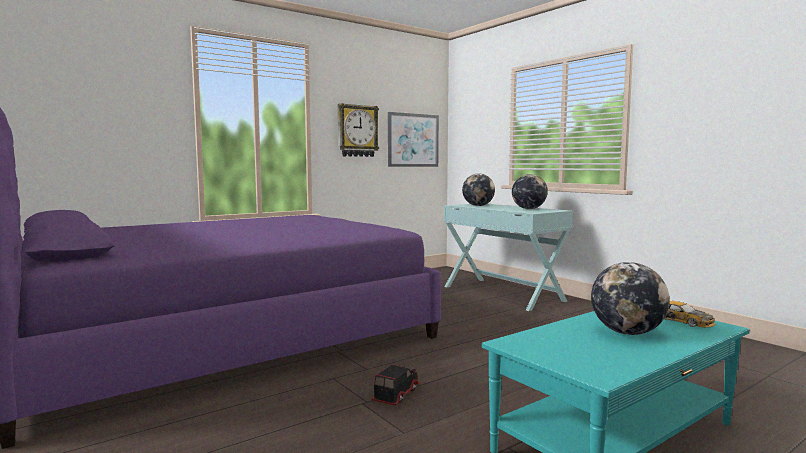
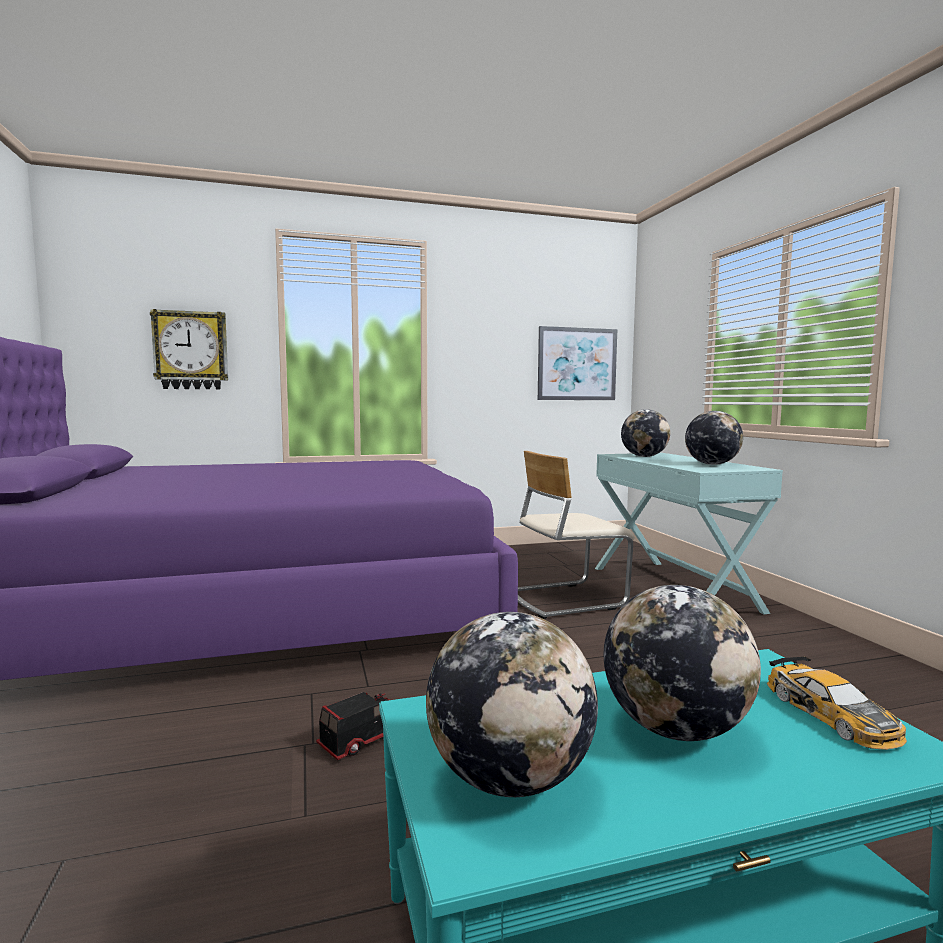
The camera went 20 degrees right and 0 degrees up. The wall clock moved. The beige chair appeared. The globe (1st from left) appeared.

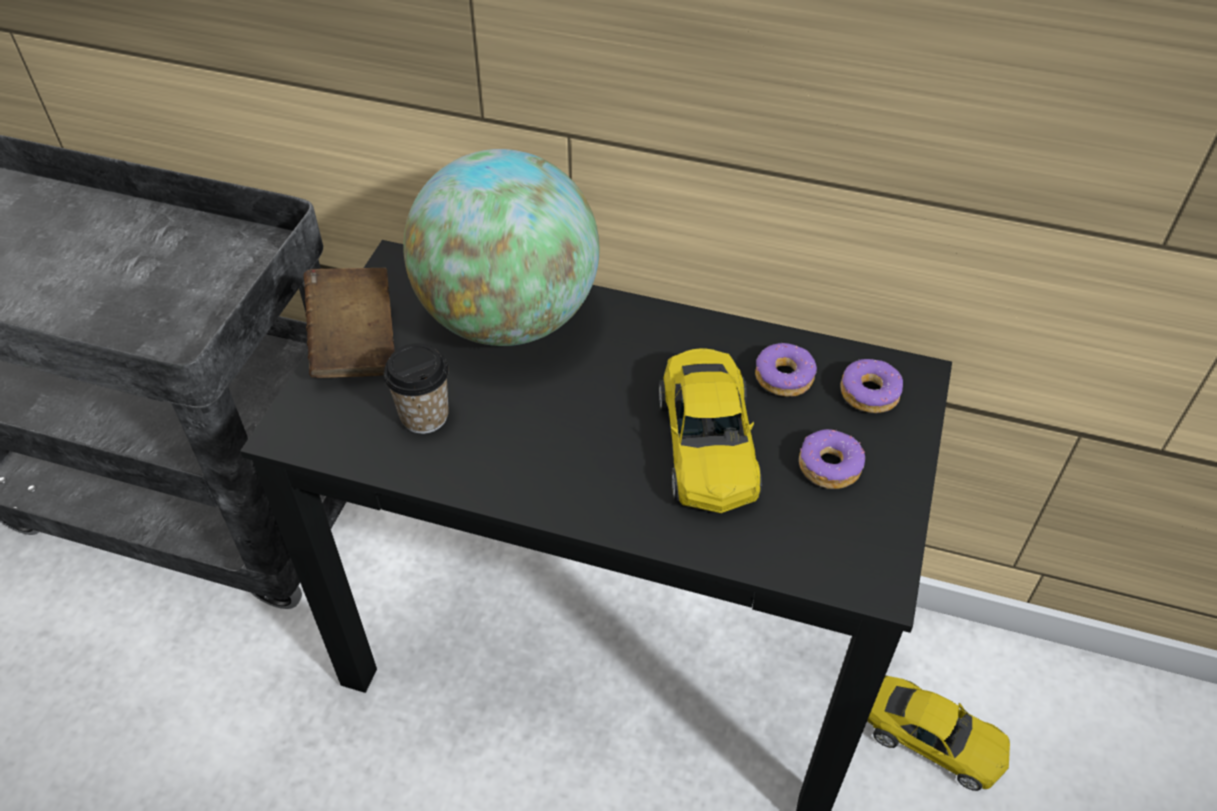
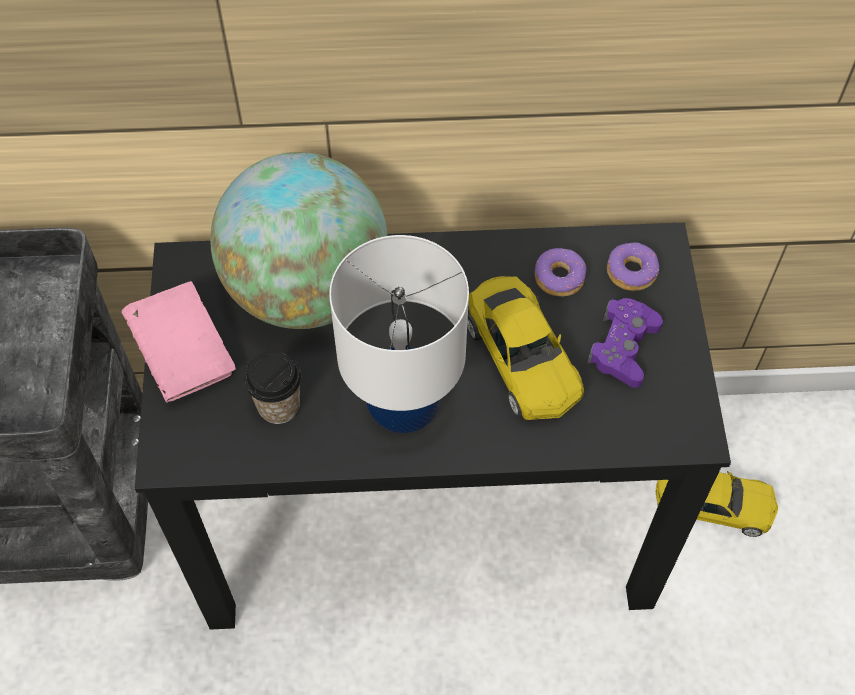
The camera went 20 degrees left and 10 degrees up. The brown book became the pink book. The donut (2nd from left) was replaced by the purple game controller. The white table lamp appeared.

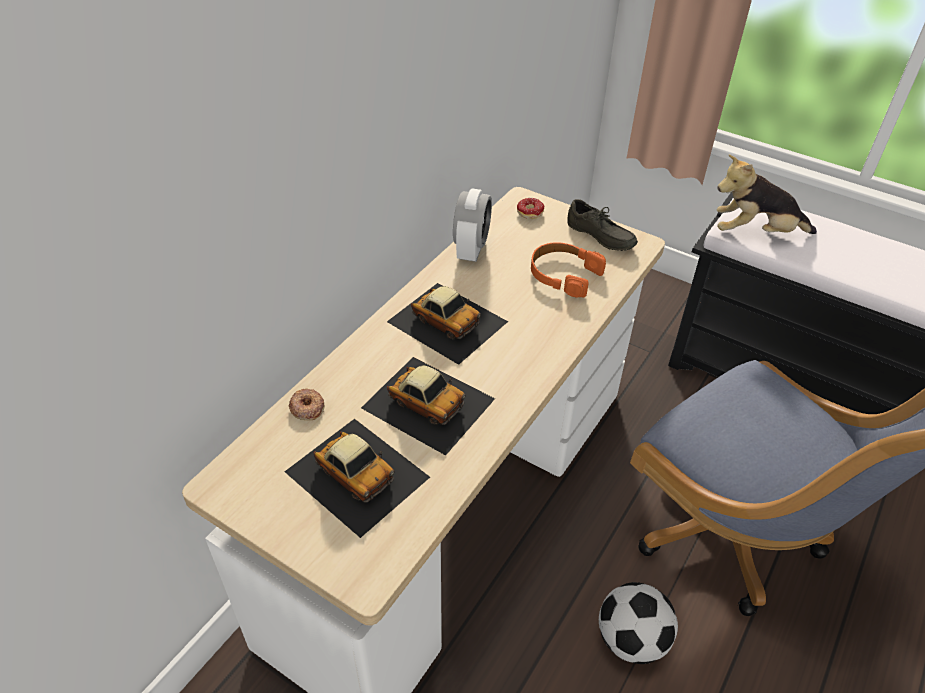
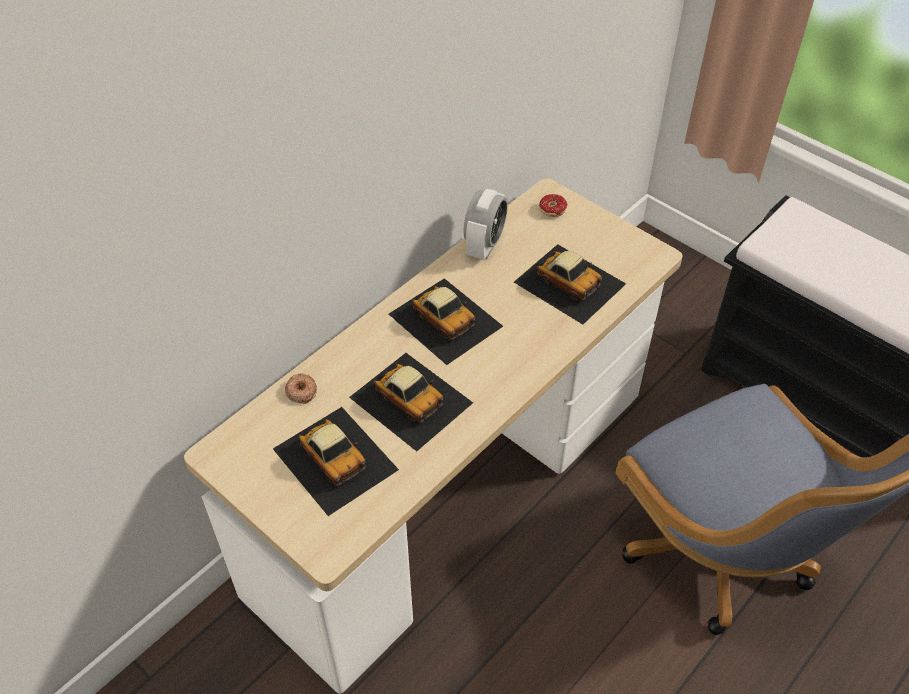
The camera went 10 degrees right and 5 degrees up. The plush toy disappeared. The grey shoe disappeared. The orange headphones was replaced by the toy car (4th from left). The football disappeared.

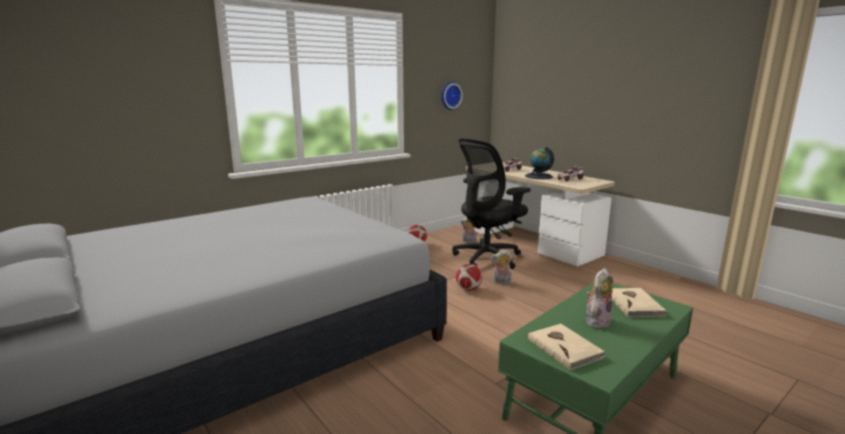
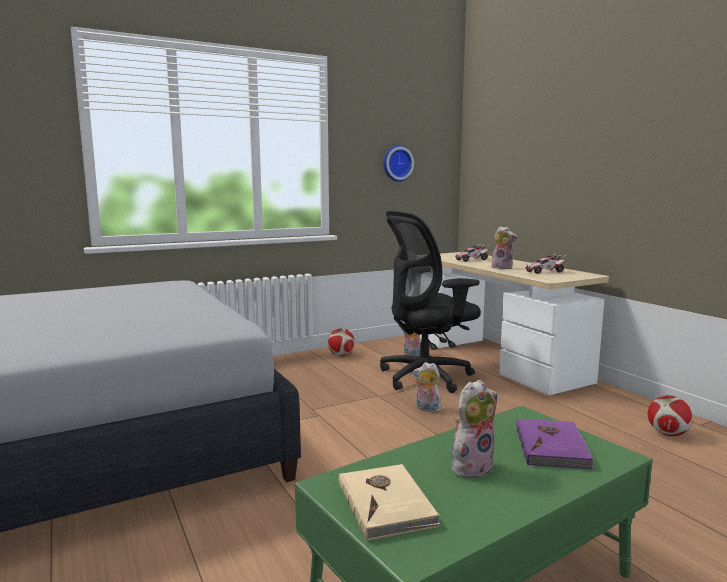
The camera went 10 degrees right and 5 degrees down. The globe was replaced by the plush toy (4th from left). The football (2nd from left) moved. The beige book (2nd from left) became the purple book.

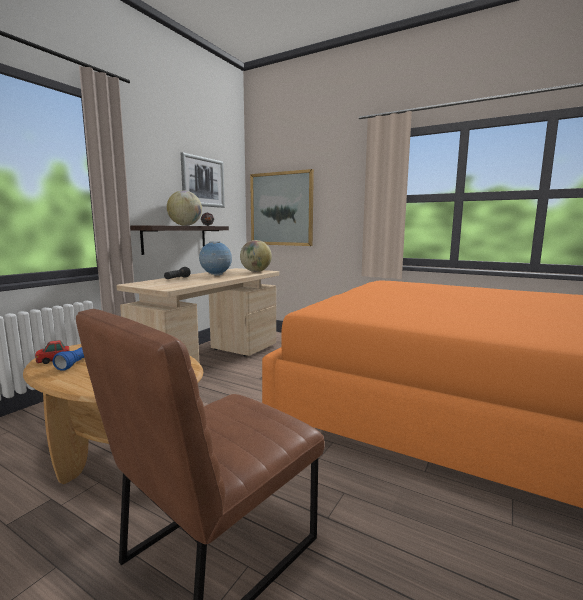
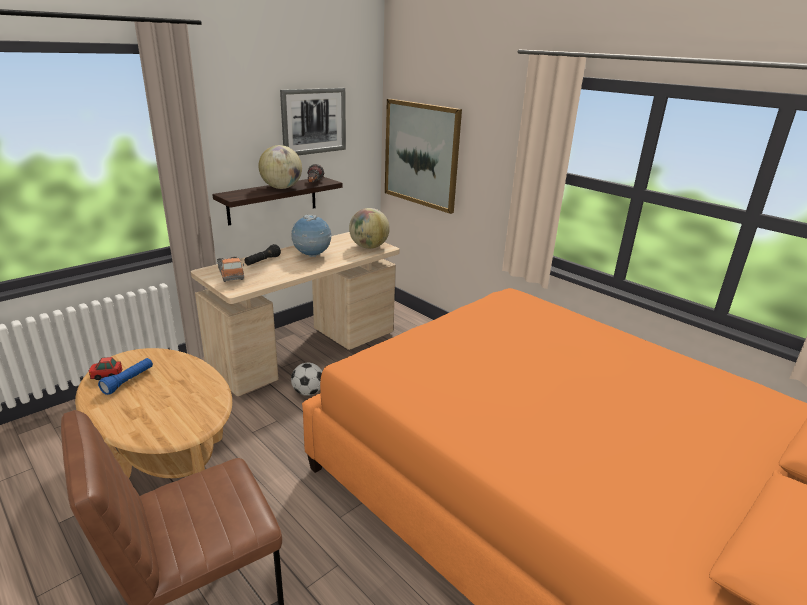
The camera went 15 degrees right and 15 degrees up. The toy truck appeared. The football appeared.

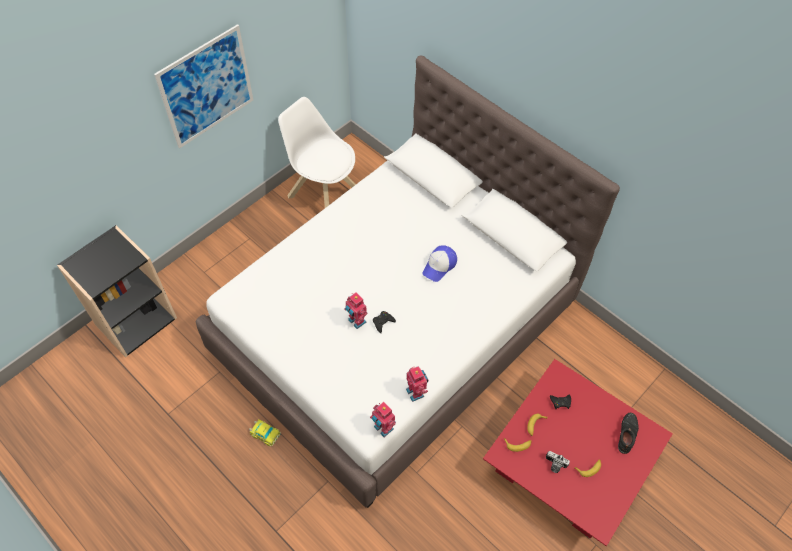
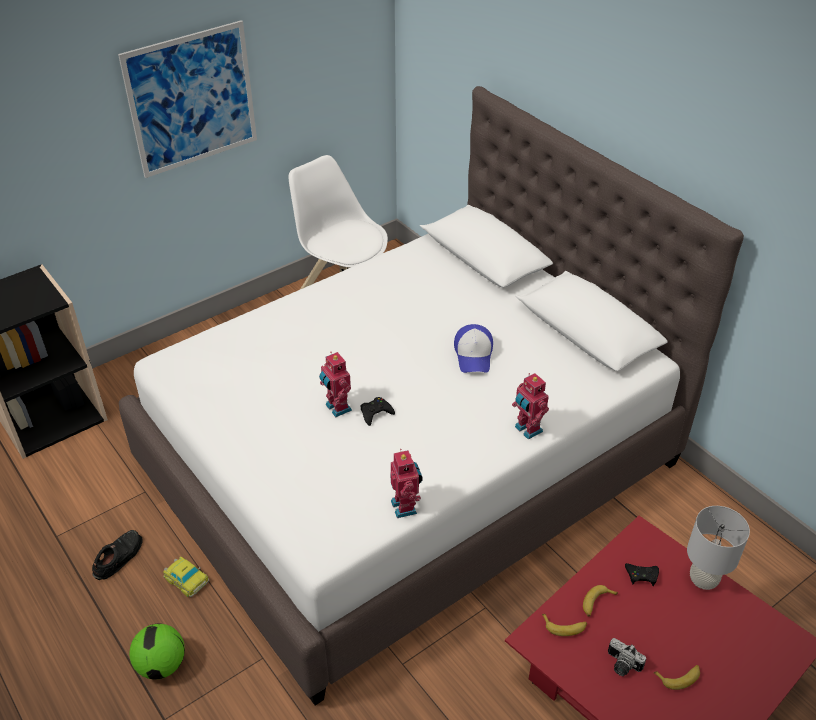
The camera went 10 degrees right and 15 degrees down. The cap turned 45 degrees counterclockwise. The toy robot (2nd from left in the first image) moved. The black shoe moved. The grey table lamp appeared. The football appeared.

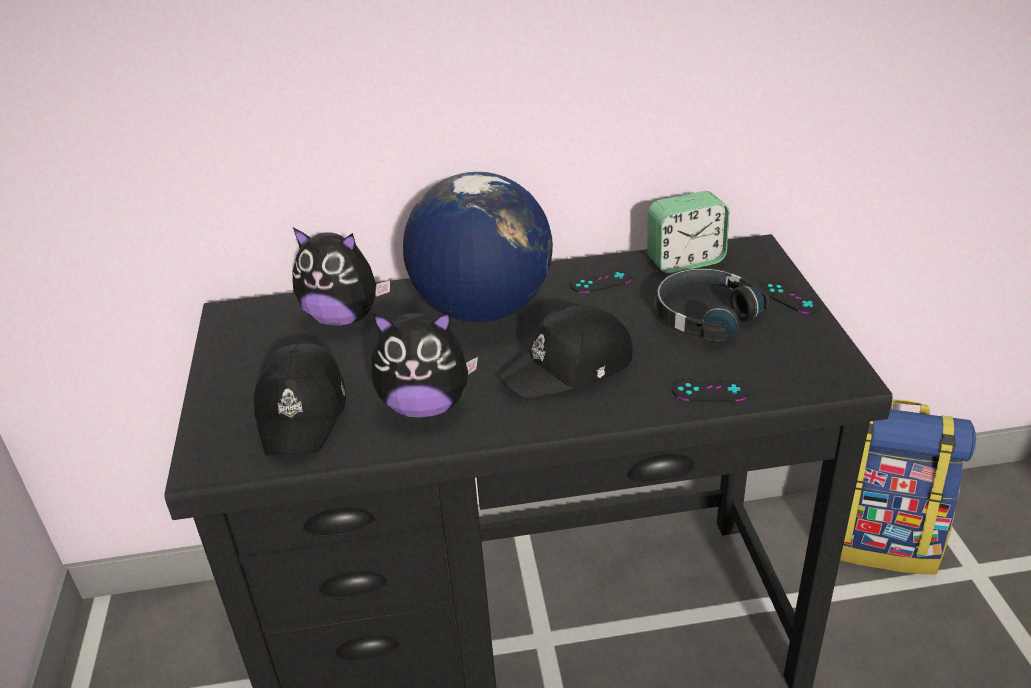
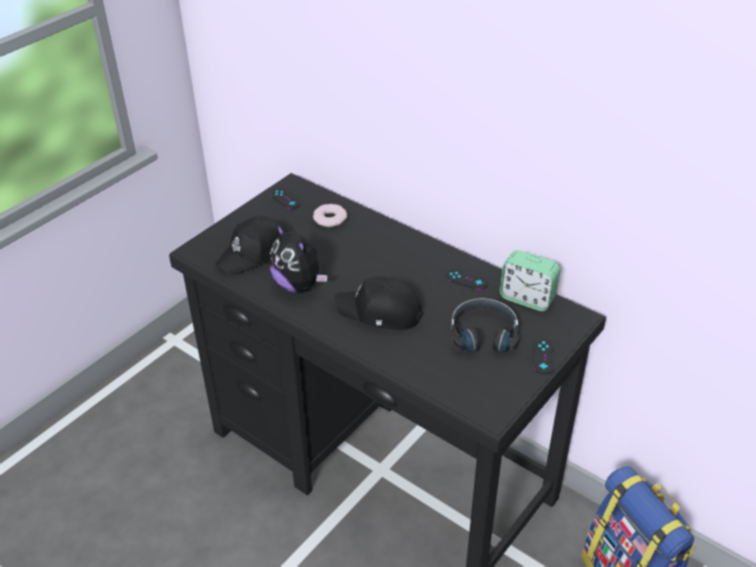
The camera went 45 degrees right and 5 degrees up. The globe disappeared. The plush toy (1st from left) was replaced by the donut. The black game controller (2nd from left in the first image) moved.

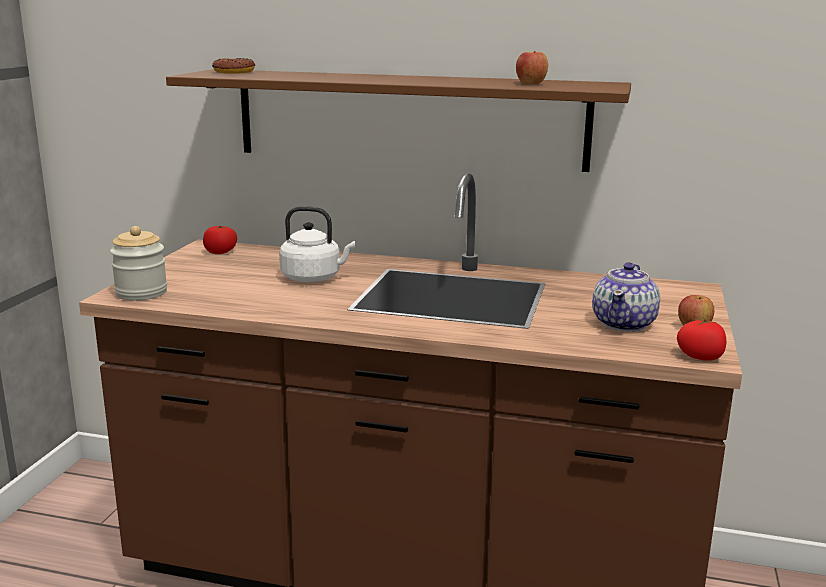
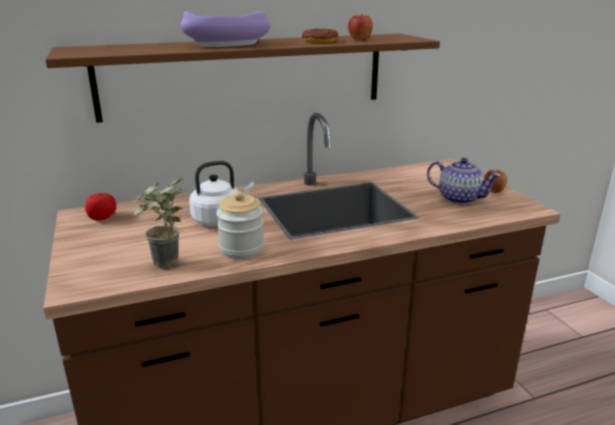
The camera went 35 degrees left and 5 degrees up. The donut moved. The jar moved. The teapot turned 45 degrees counterclockwise. The tomato (2nd from left) disappeared. The purple bowl appeared. The potted plant appeared.

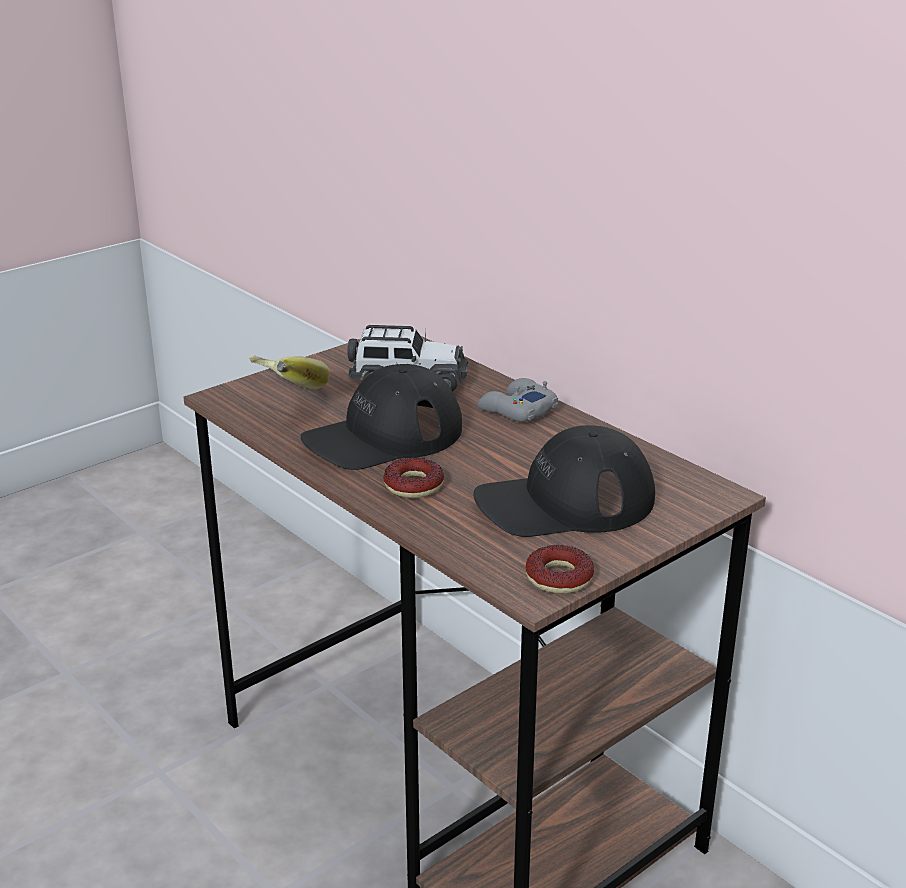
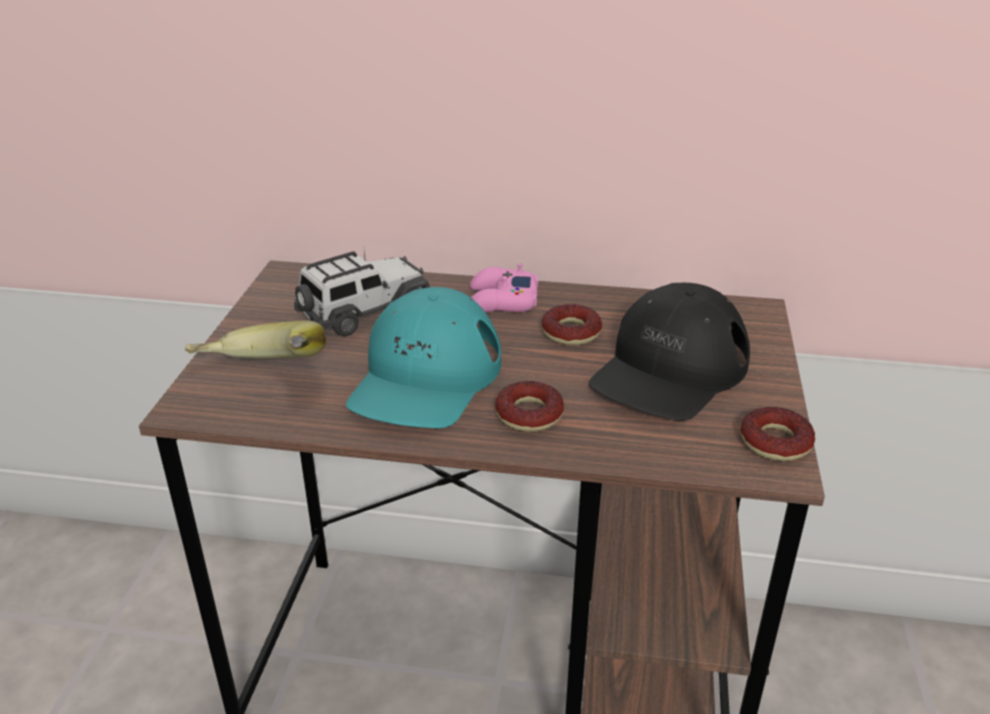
The camera went 40 degrees left and 5 degrees up. The black cap (1st from left) became the turquoise cap. The grey game controller became the pink game controller. The donut (2nd from left) appeared.

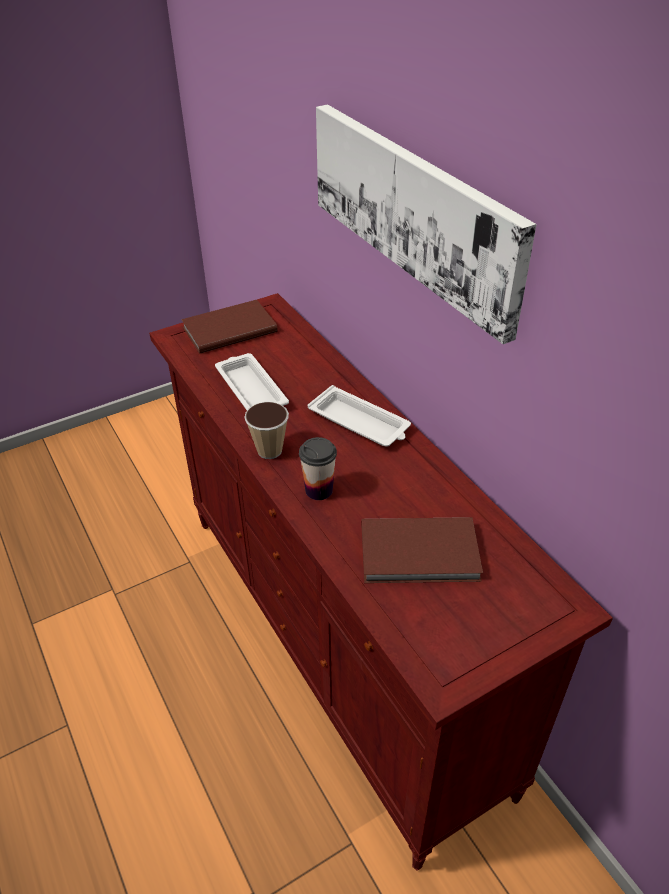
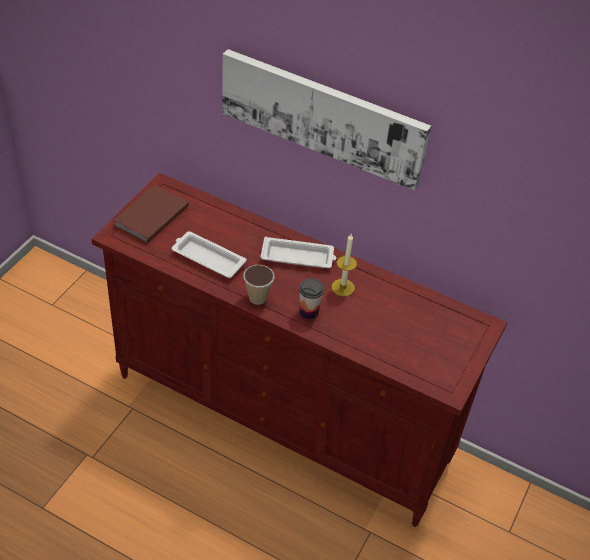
The camera went 35 degrees left and 5 degrees up. The brown book (2nd from left) disappeared. The candle appeared.

